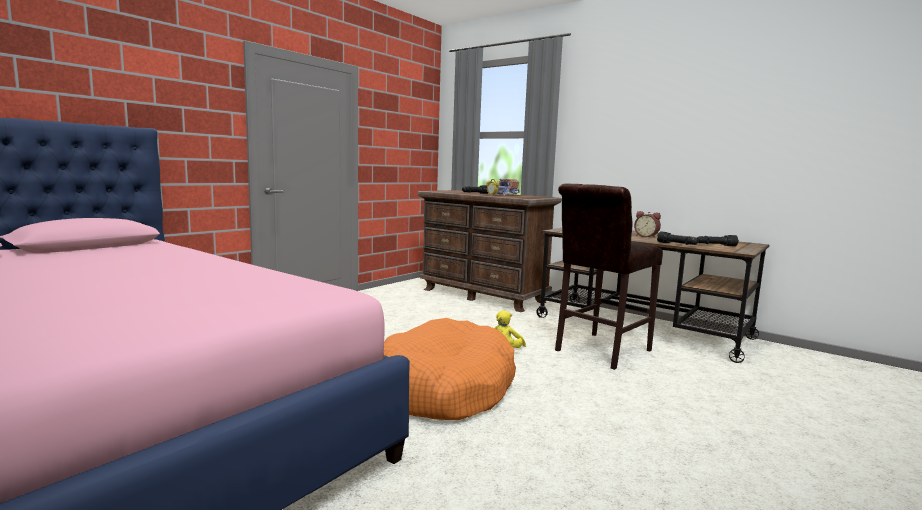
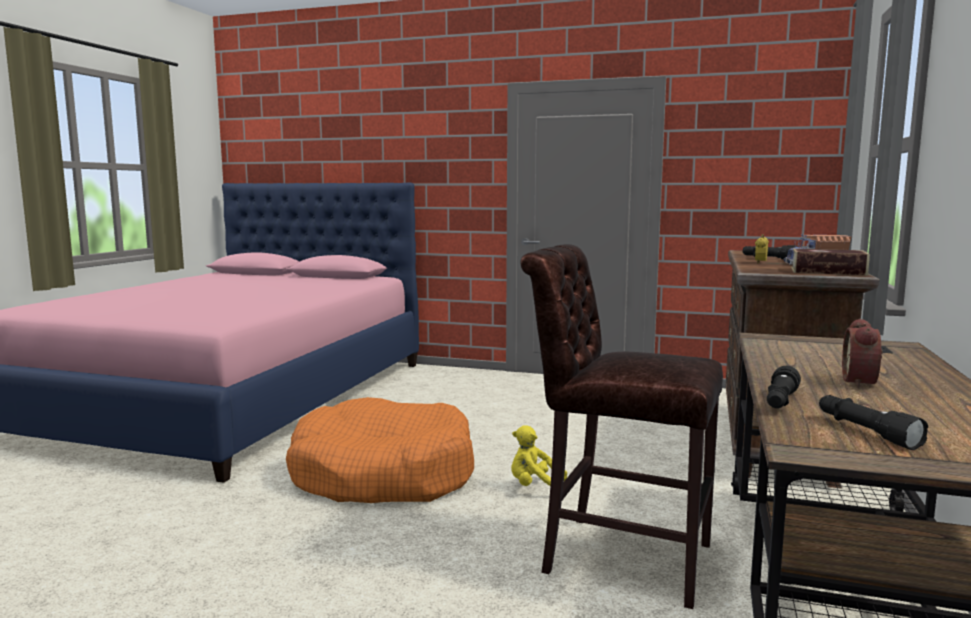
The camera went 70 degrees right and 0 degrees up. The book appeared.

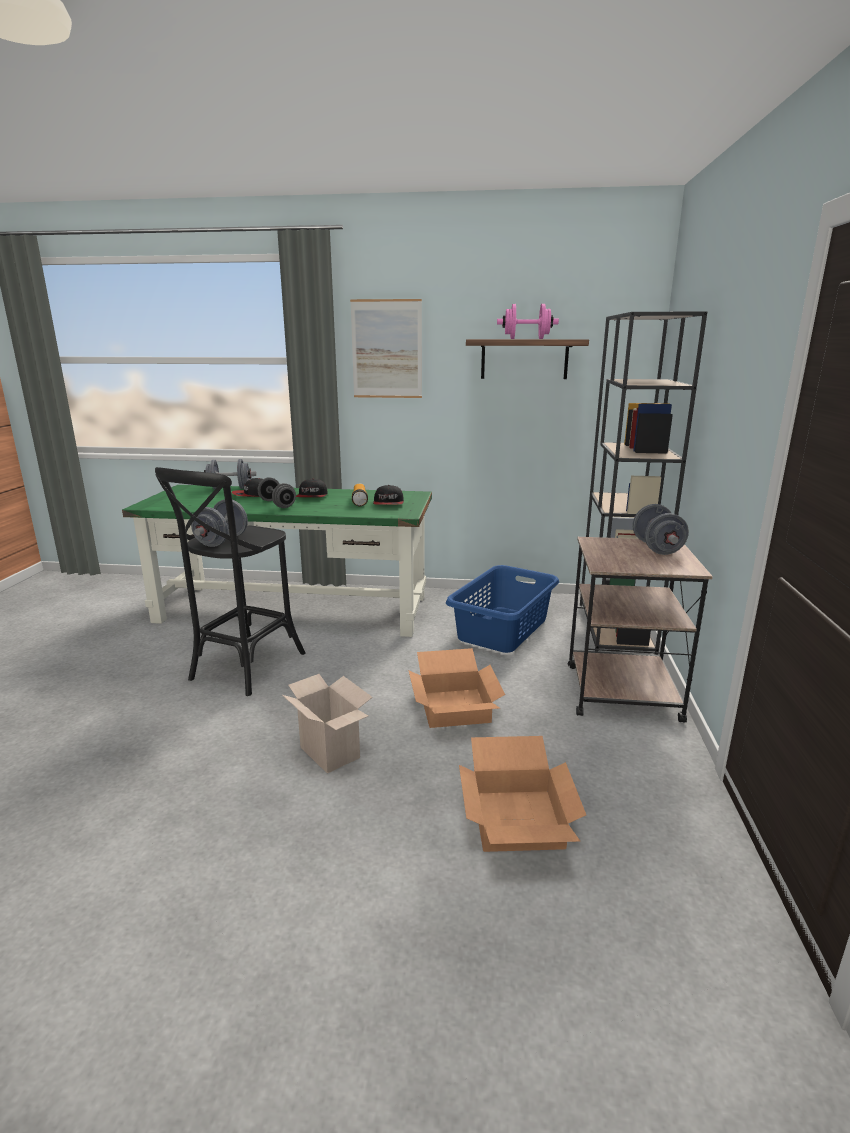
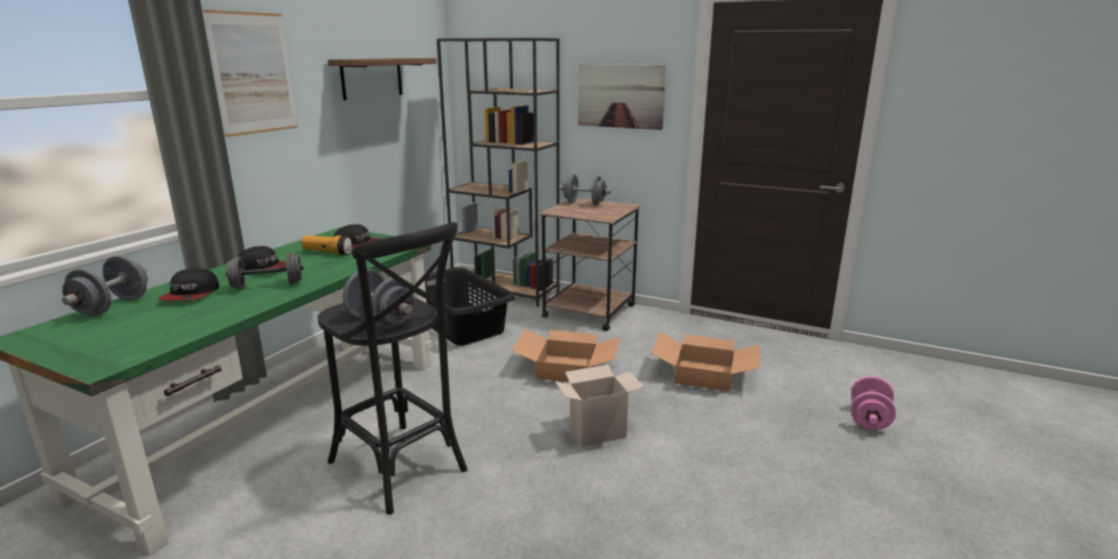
The camera went 70 degrees left and 0 degrees up. The pink dumbbell moved. The blue laundry basket became the black laundry basket. The picture (2nd from left) appeared.

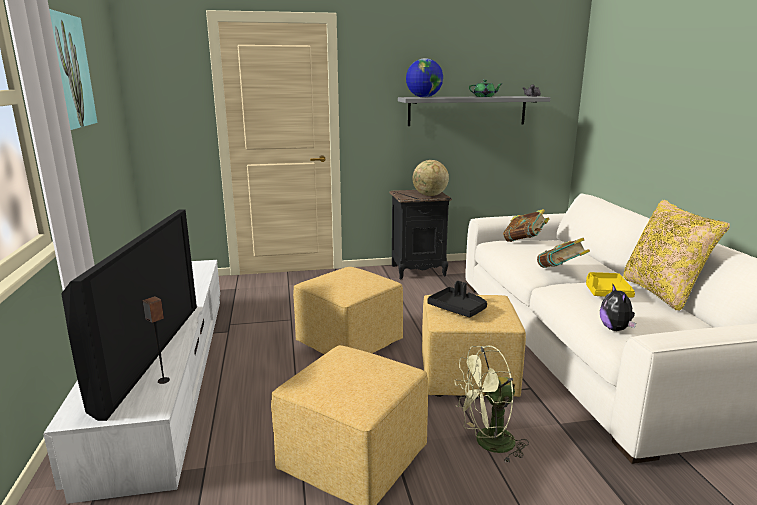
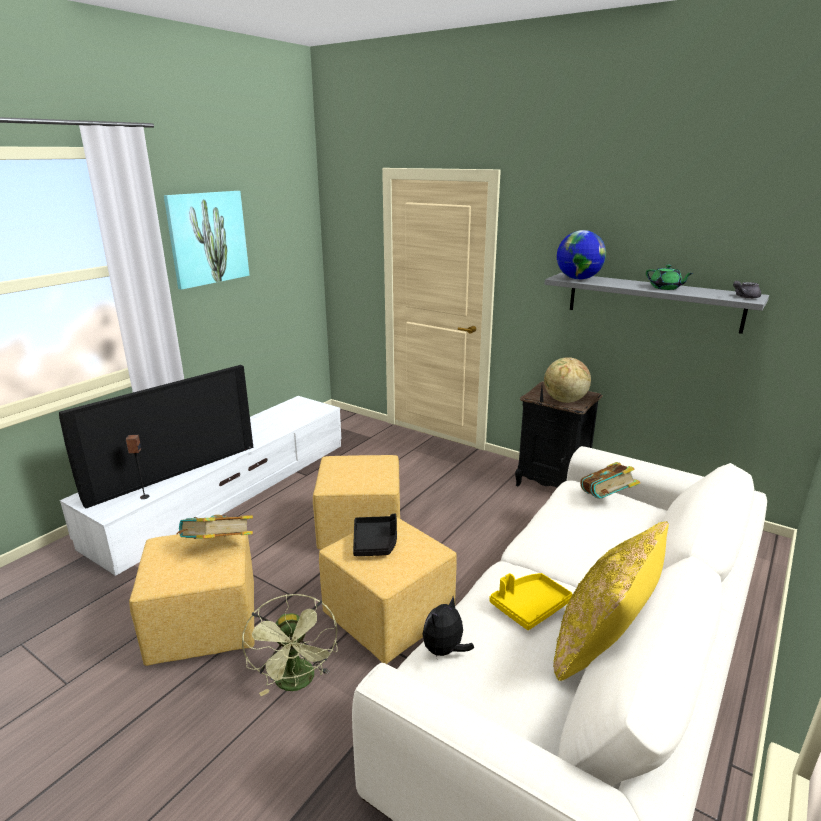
The camera went 45 degrees right and 5 degrees up. The book (2nd from left in the first image) moved. The green fan turned 135 degrees counterclockwise.

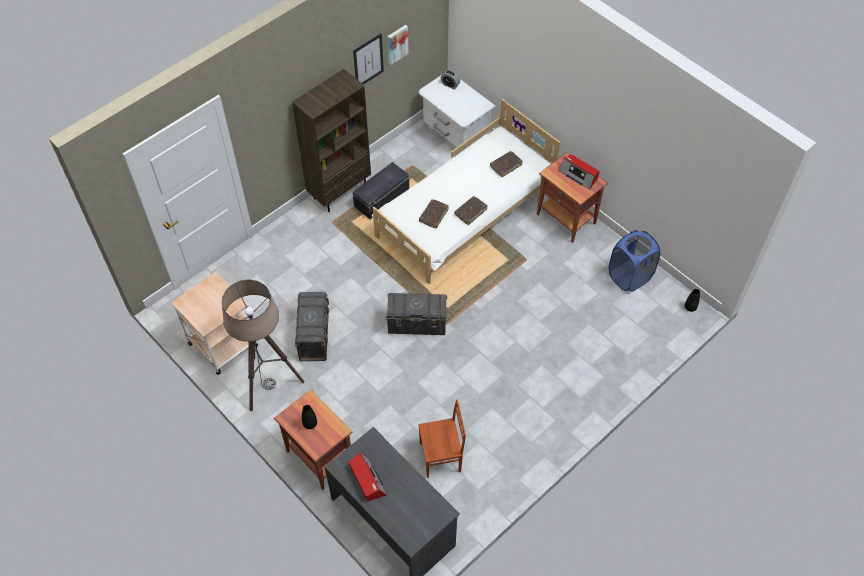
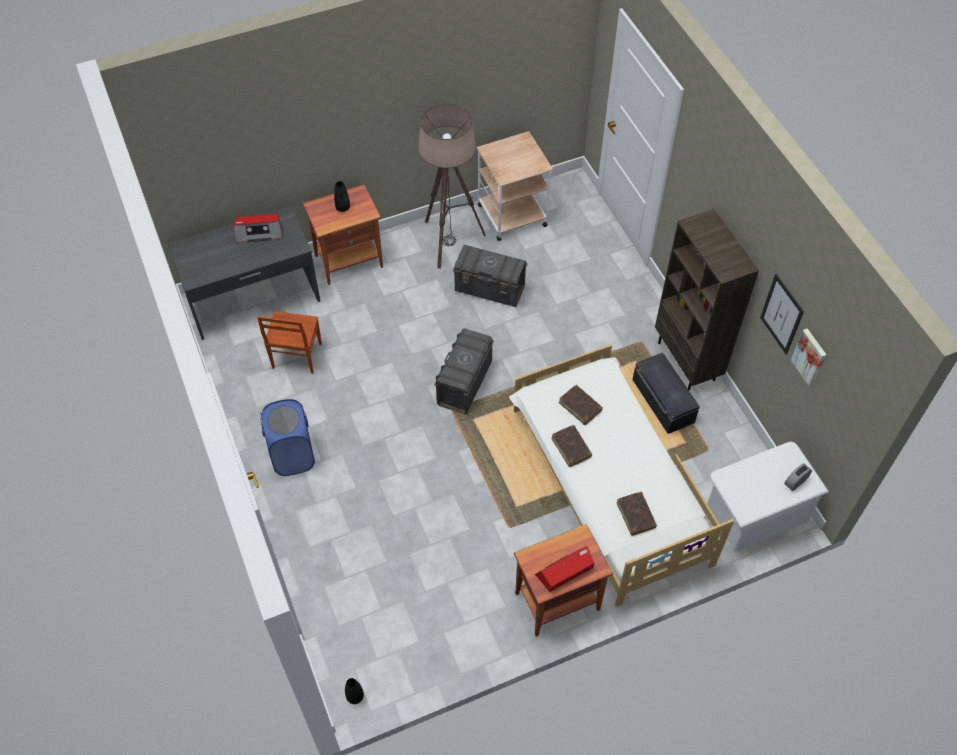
The camera went 110 degrees right and 0 degrees up. The blue laundry basket moved.

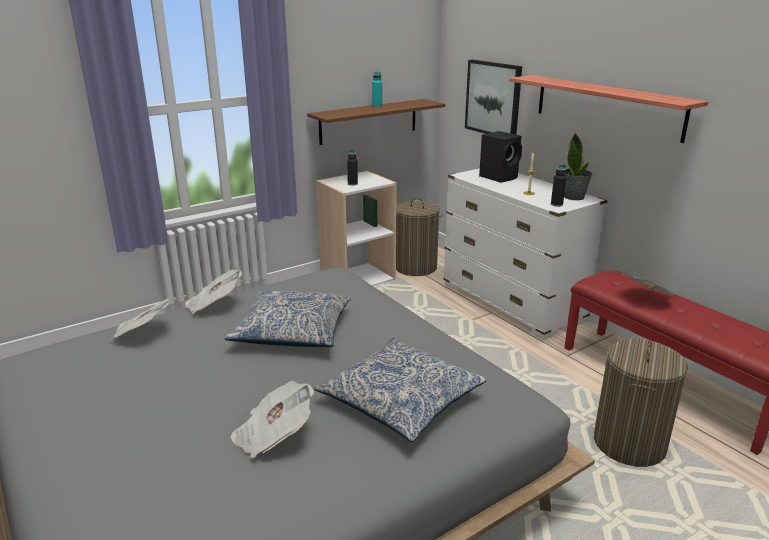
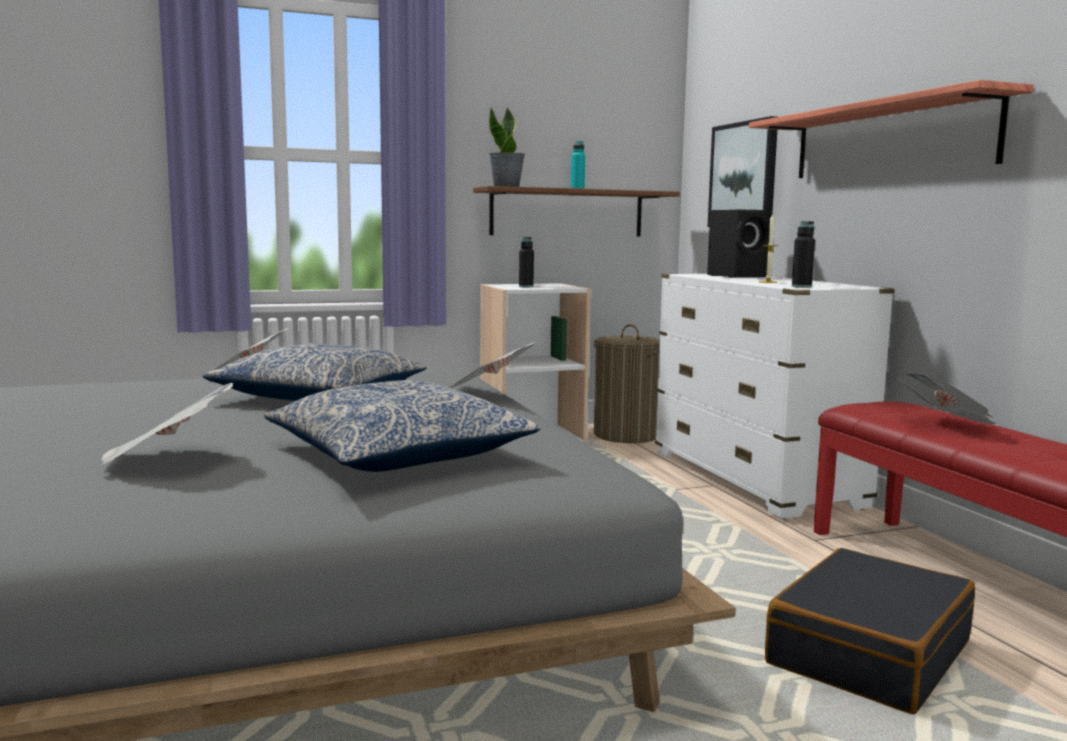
The camera went 15 degrees right and 15 degrees down. The potted plant moved. The newspaper (1st from left in the first image) moved. The laundry basket (2nd from left) was replaced by the black suitcase.

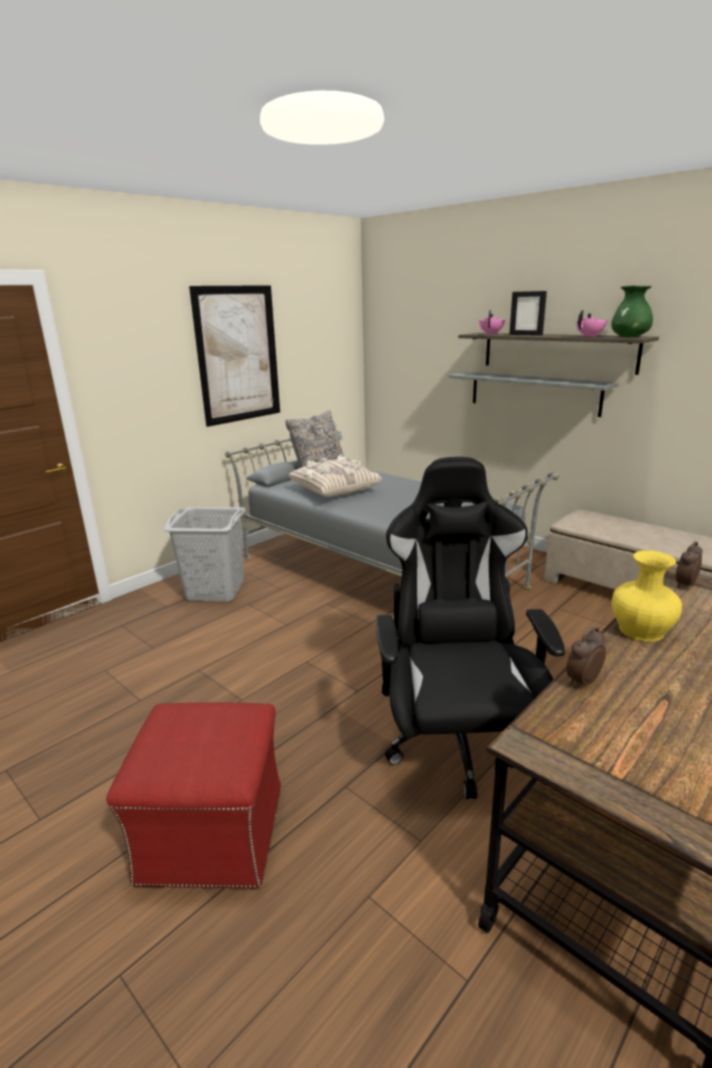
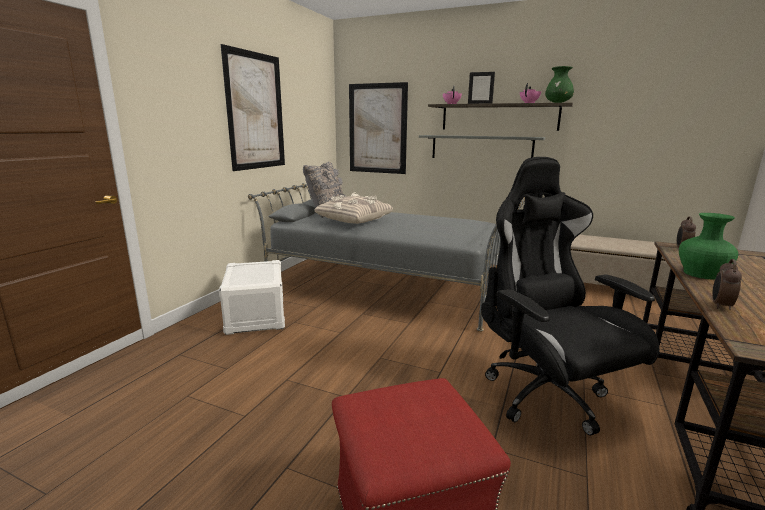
The camera went 20 degrees left and 5 degrees down. The grey laundry basket was replaced by the white storage box. The yellow vase became the green vase (2nd from left). The picture (2nd from left) appeared.

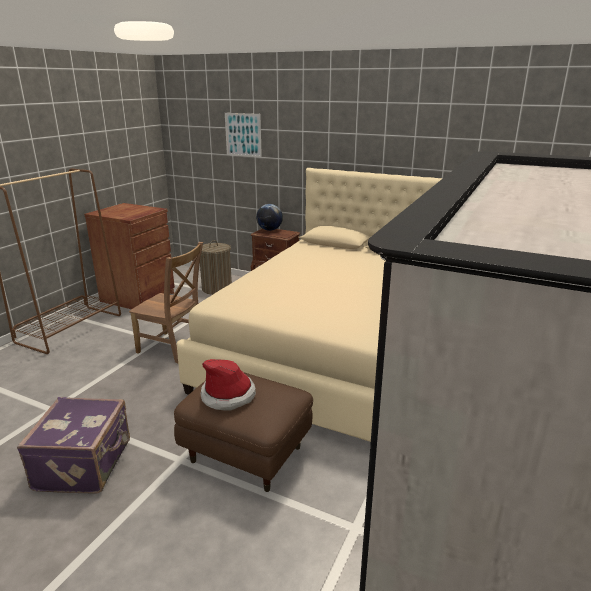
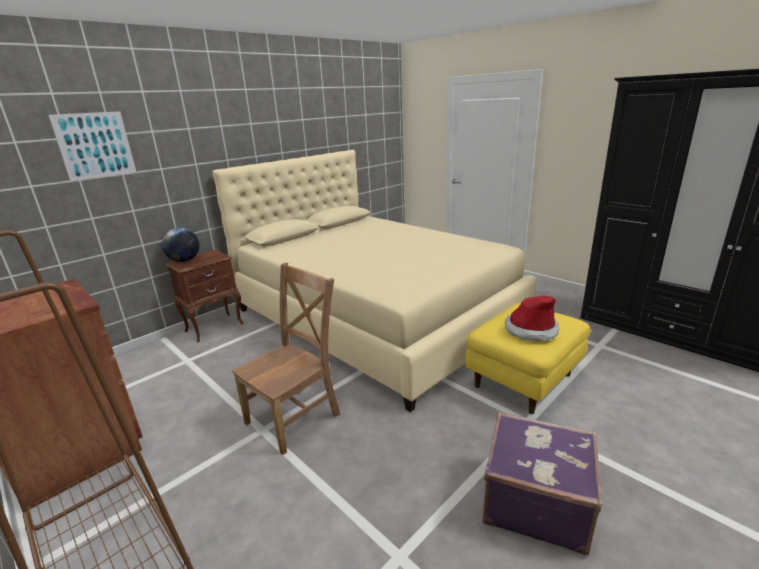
The camera went 70 degrees left and 0 degrees up. The laundry basket disappeared. The brown ottoman became the yellow ottoman.

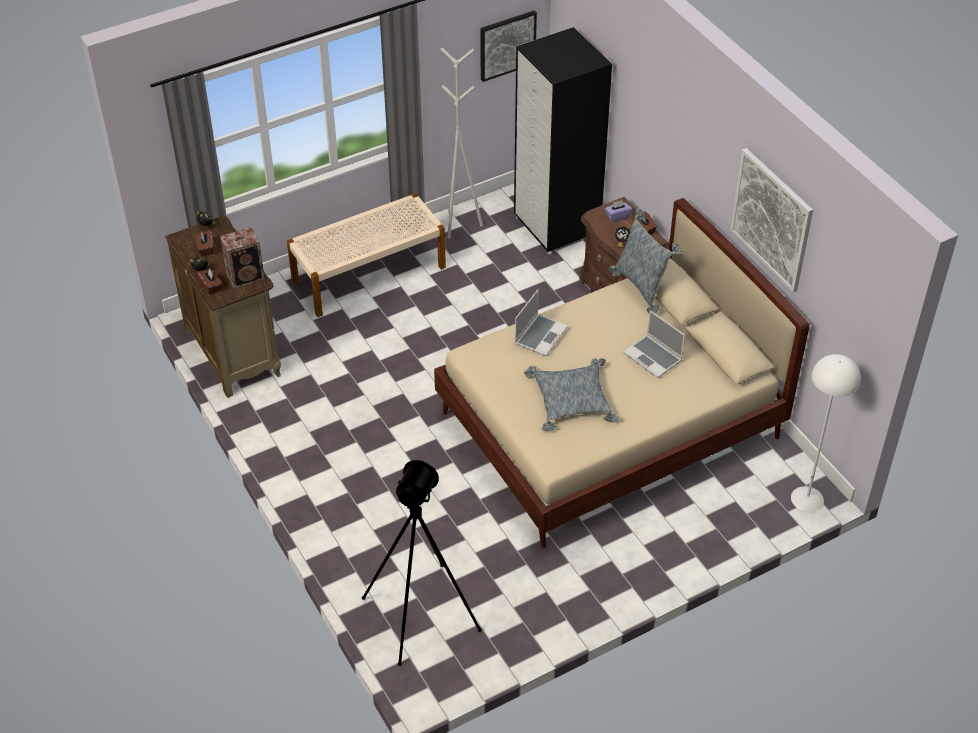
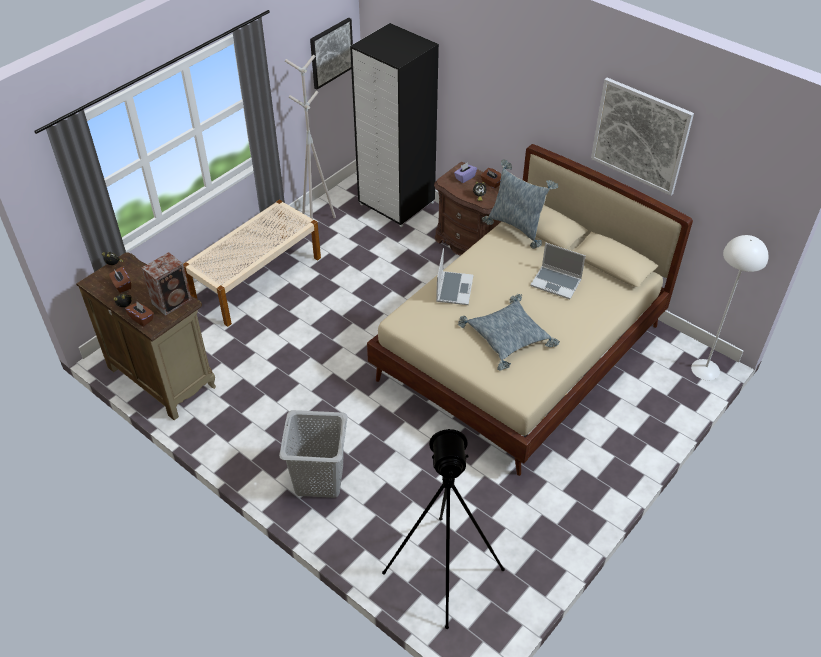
The camera went 20 degrees left and 0 degrees up. The grey laundry basket appeared.

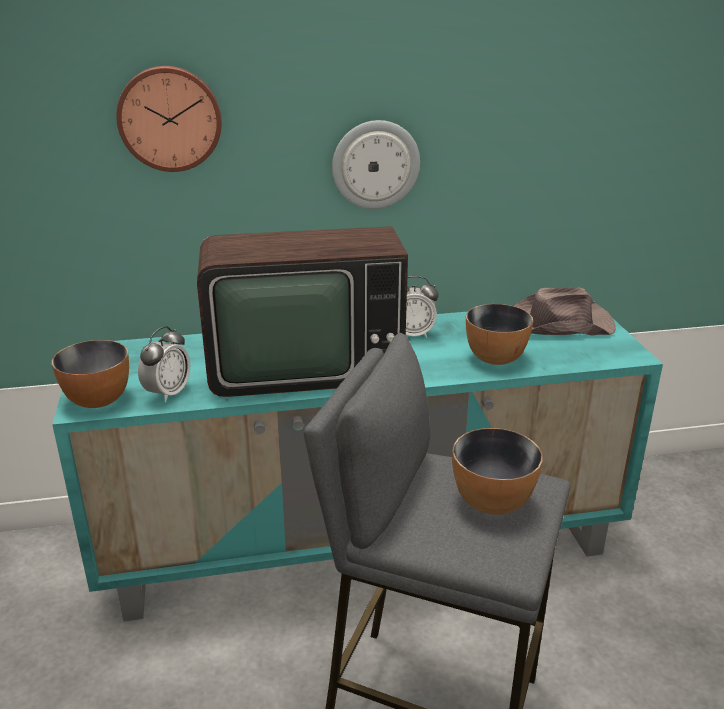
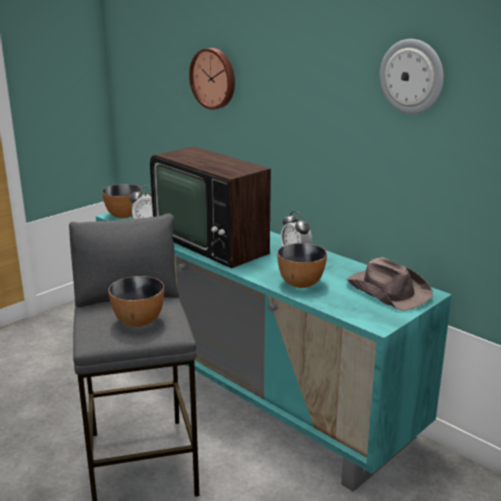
The camera went 55 degrees right and 5 degrees down. The wall clock (2nd from left) moved.

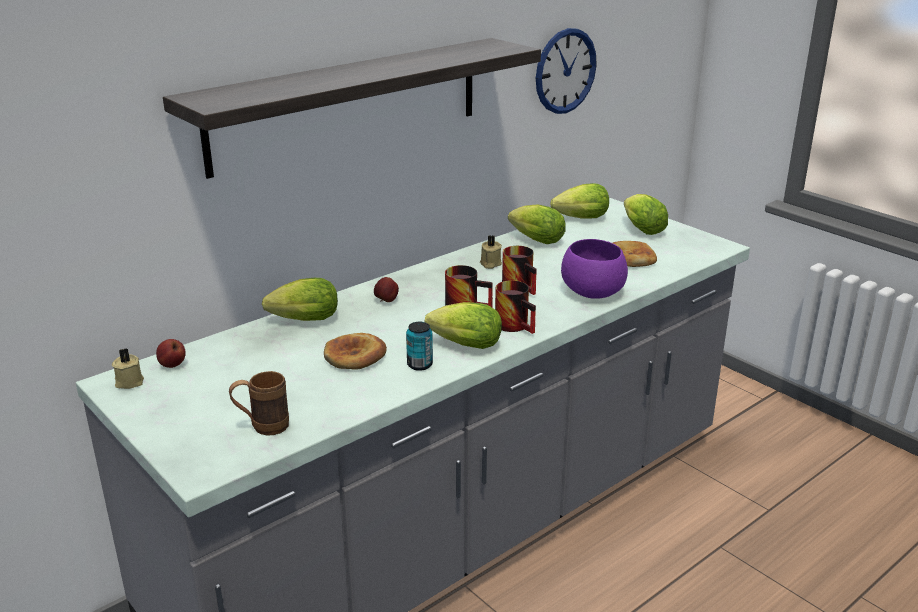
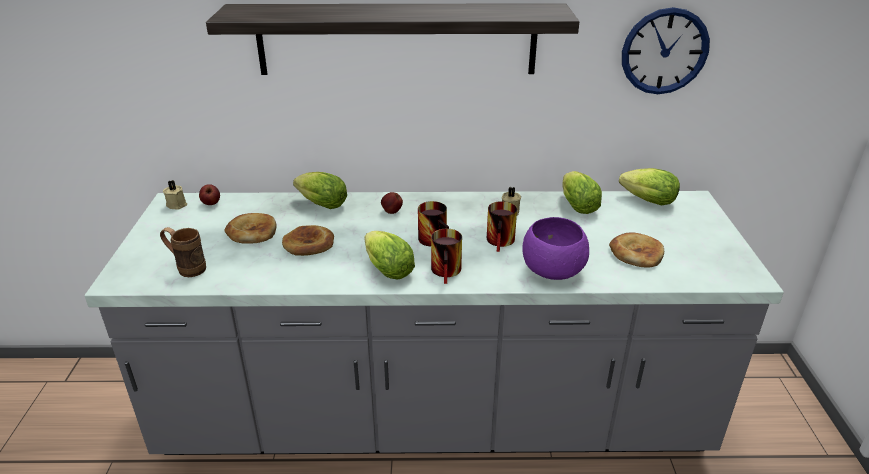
The camera went 40 degrees right and 5 degrees up. The lettuce (5th from left) disappeared. The can disappeared. The bread (1st from left) appeared.

